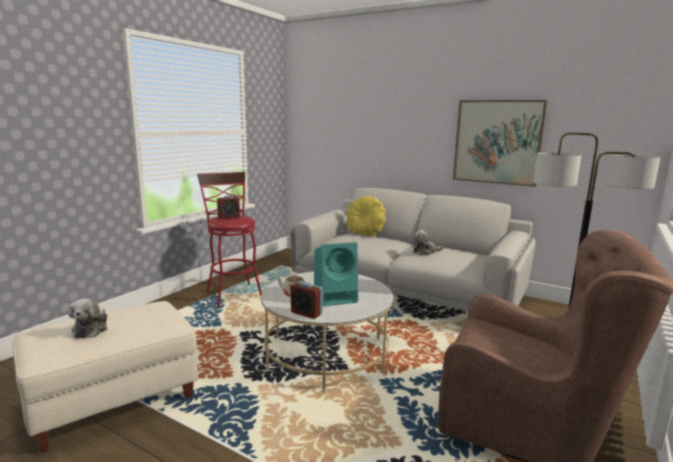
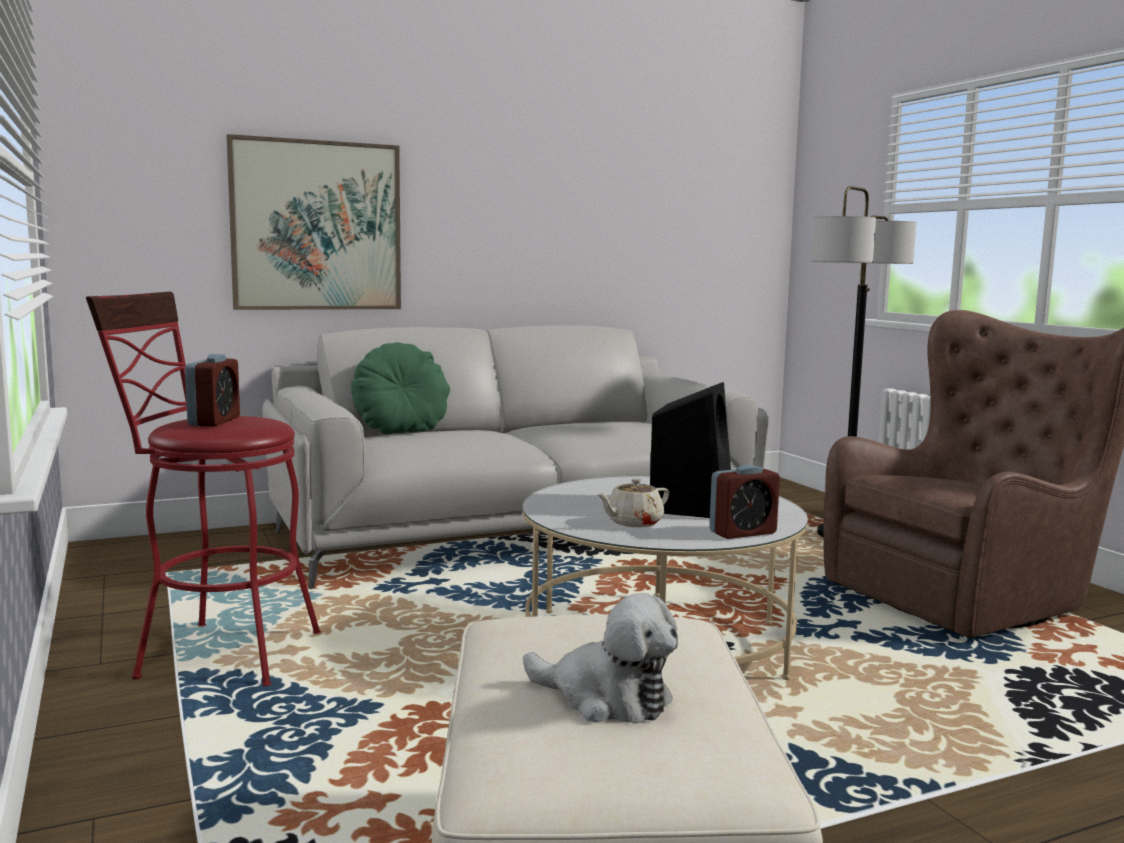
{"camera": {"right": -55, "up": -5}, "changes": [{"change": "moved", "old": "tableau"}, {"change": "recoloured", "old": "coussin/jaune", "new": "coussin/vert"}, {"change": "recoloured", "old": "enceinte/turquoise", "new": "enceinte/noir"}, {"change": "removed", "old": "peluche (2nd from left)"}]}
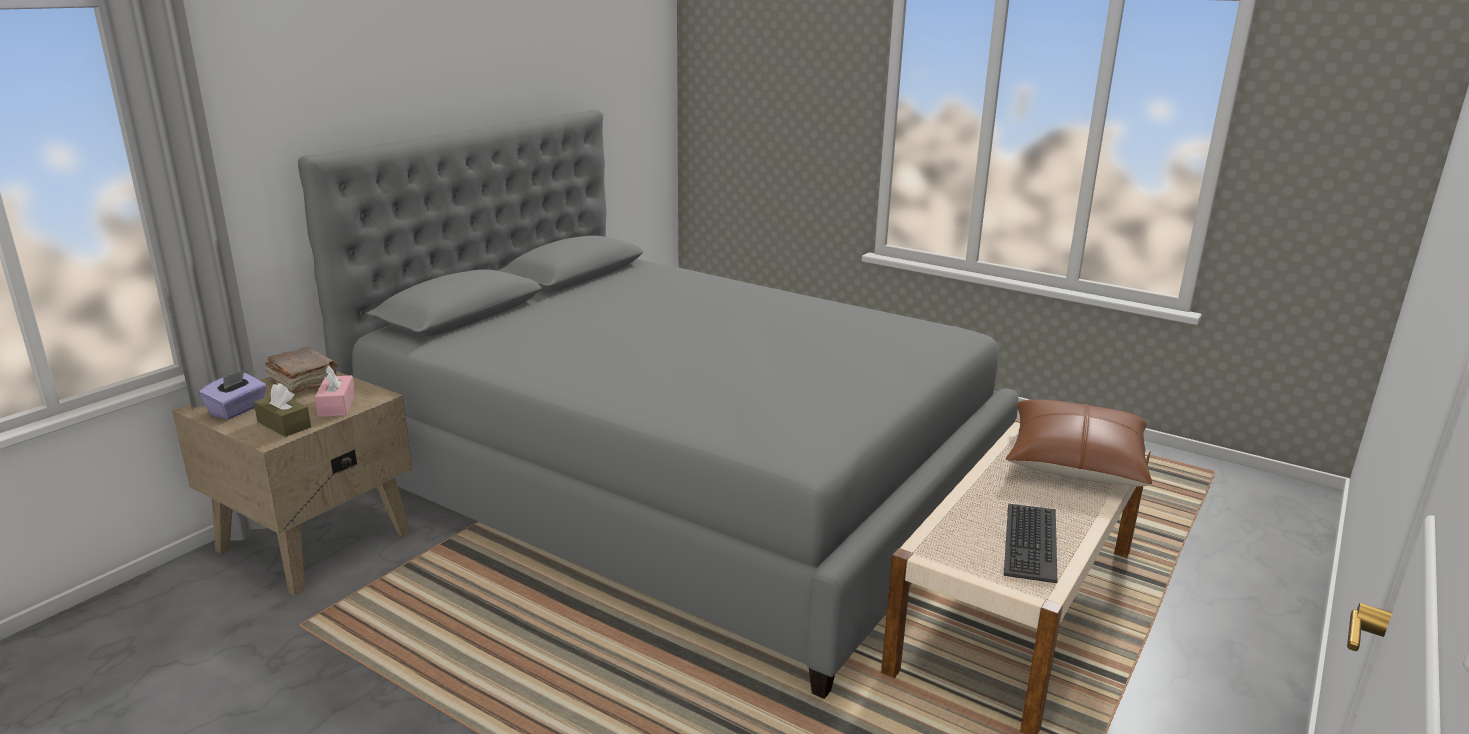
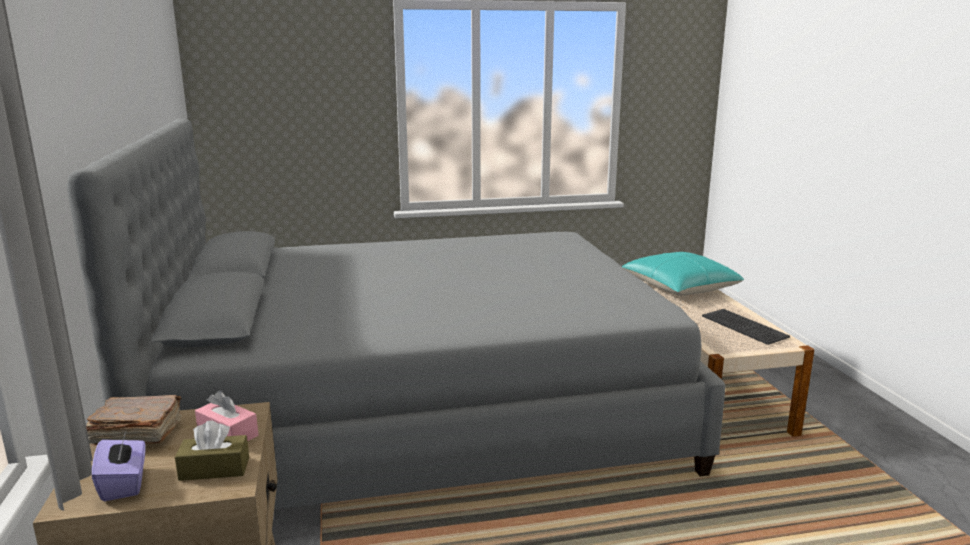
{"camera": {"right": -45, "up": -5}, "changes": [{"change": "recoloured", "old": "coussin/marron", "new": "coussin/turquoise"}]}
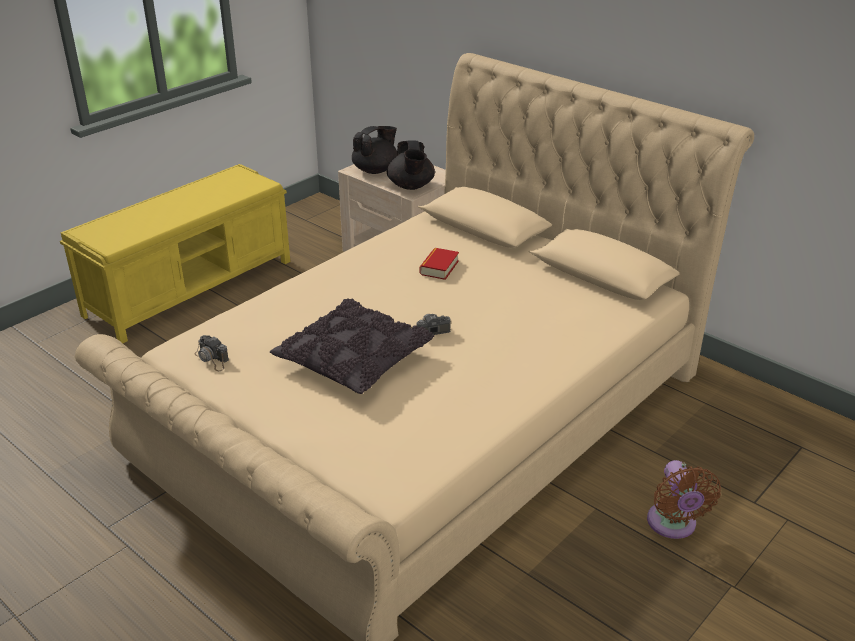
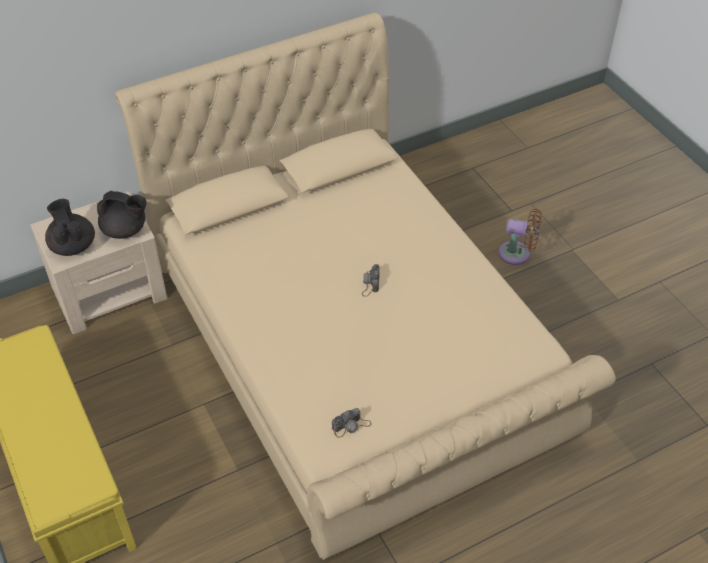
{"camera": {"right": -70, "up": 15}, "changes": [{"change": "removed", "old": "coussin/noir"}, {"change": "removed", "old": "livre"}]}
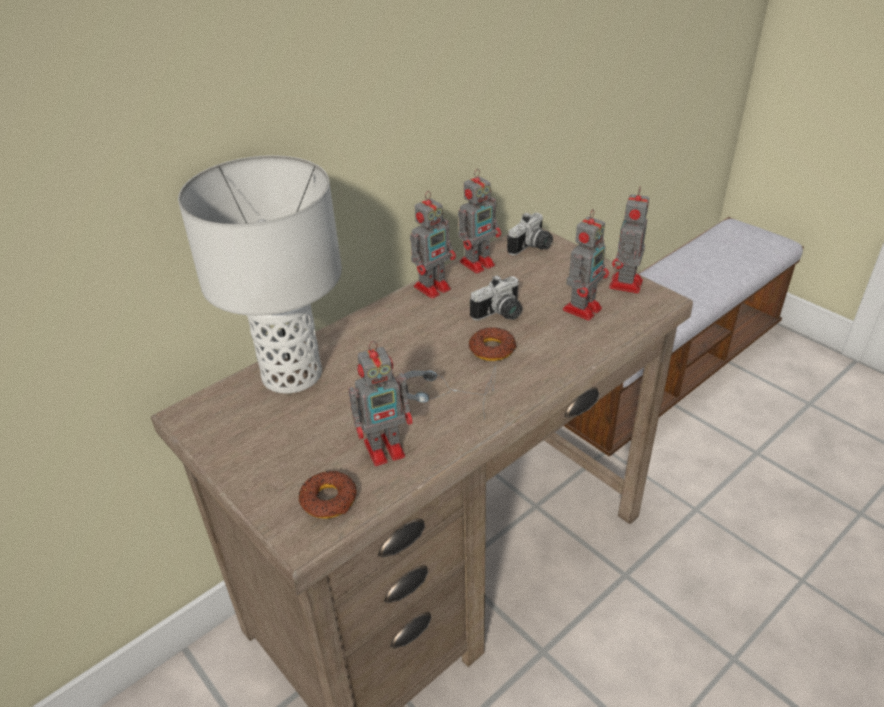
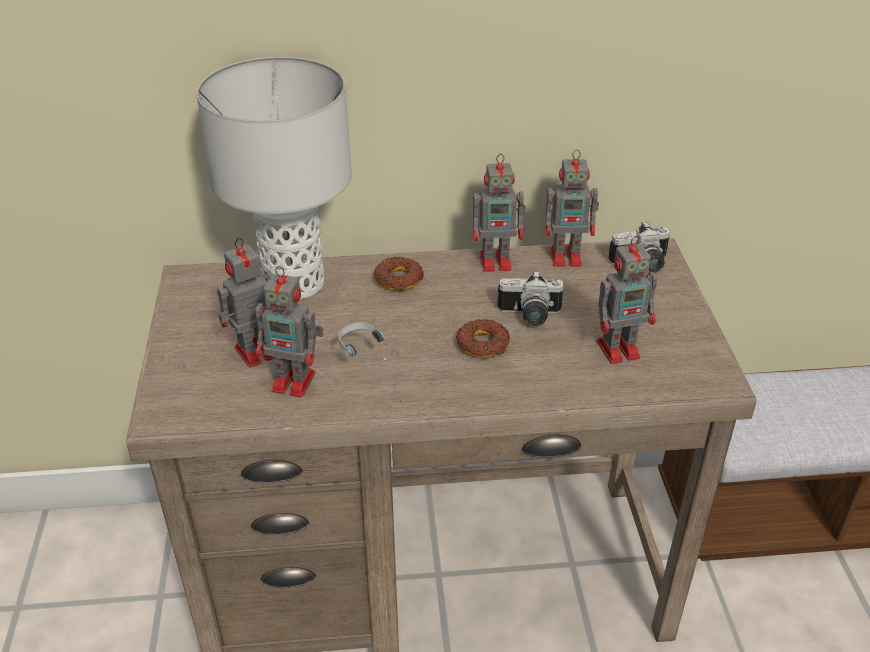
{"camera": {"right": 35, "up": 0}, "changes": [{"change": "moved", "old": "robot jouet (5th from left in the first image)", "new": "robot jouet (1st from left)"}, {"change": "moved", "old": "beignet (1st from left)"}]}
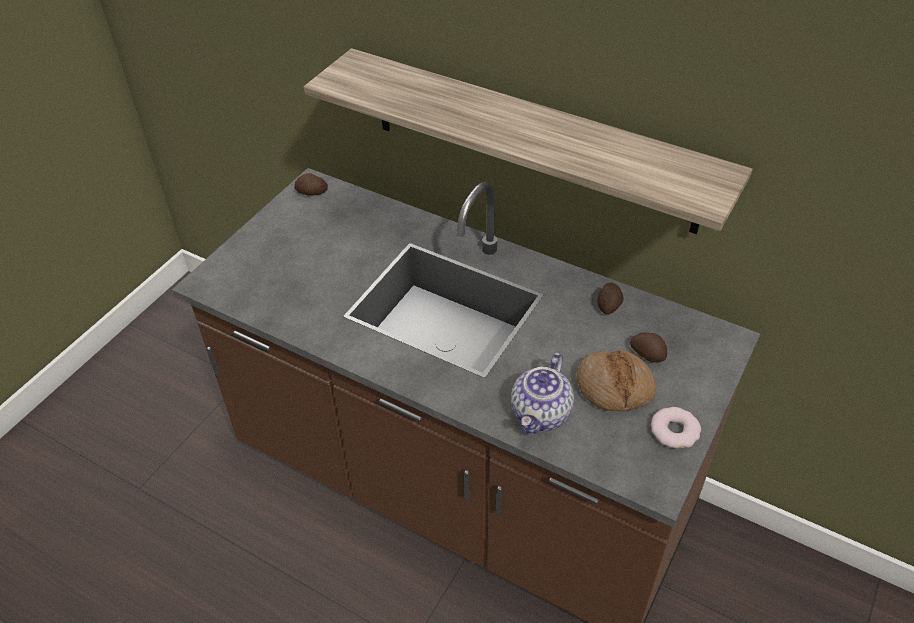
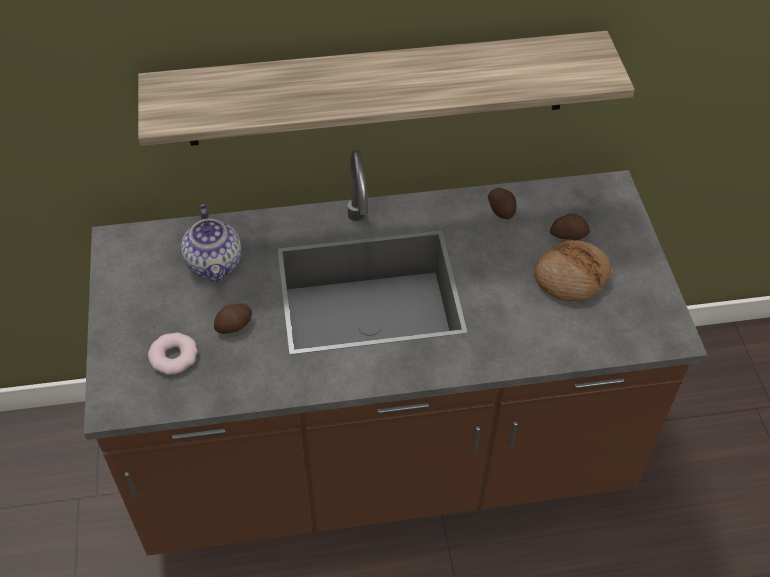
{"camera": {"right": -40, "up": 5}, "changes": [{"change": "moved", "old": "beignet"}, {"change": "moved", "old": "théière"}, {"change": "moved", "old": "pomme de terre (1st from left)"}]}
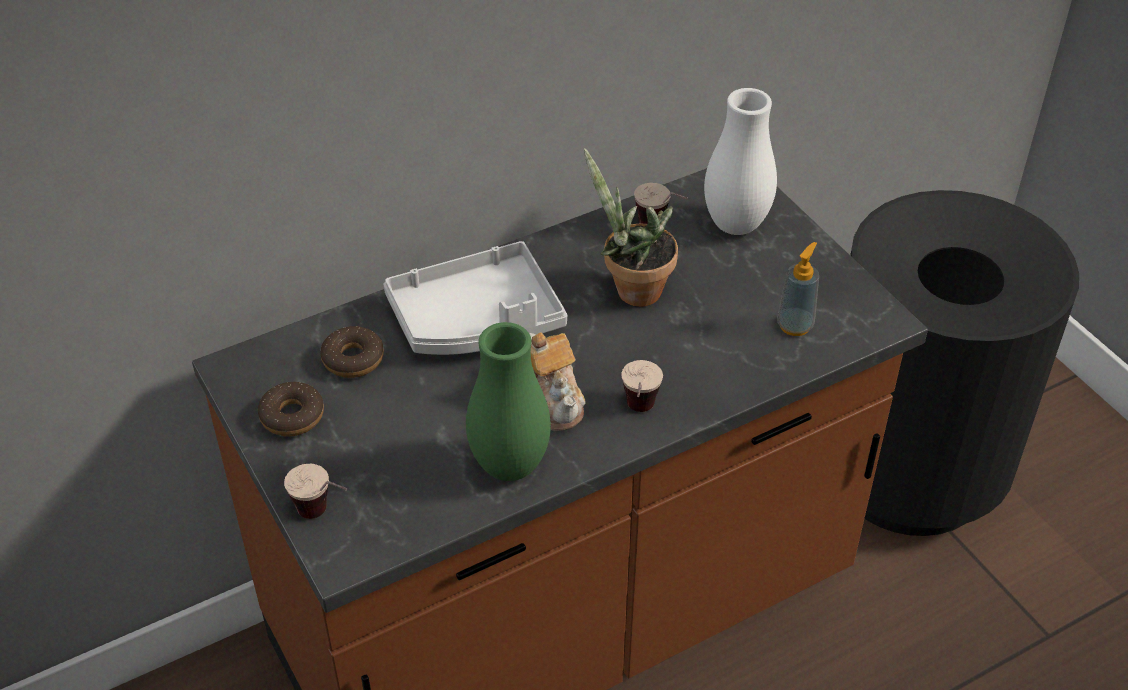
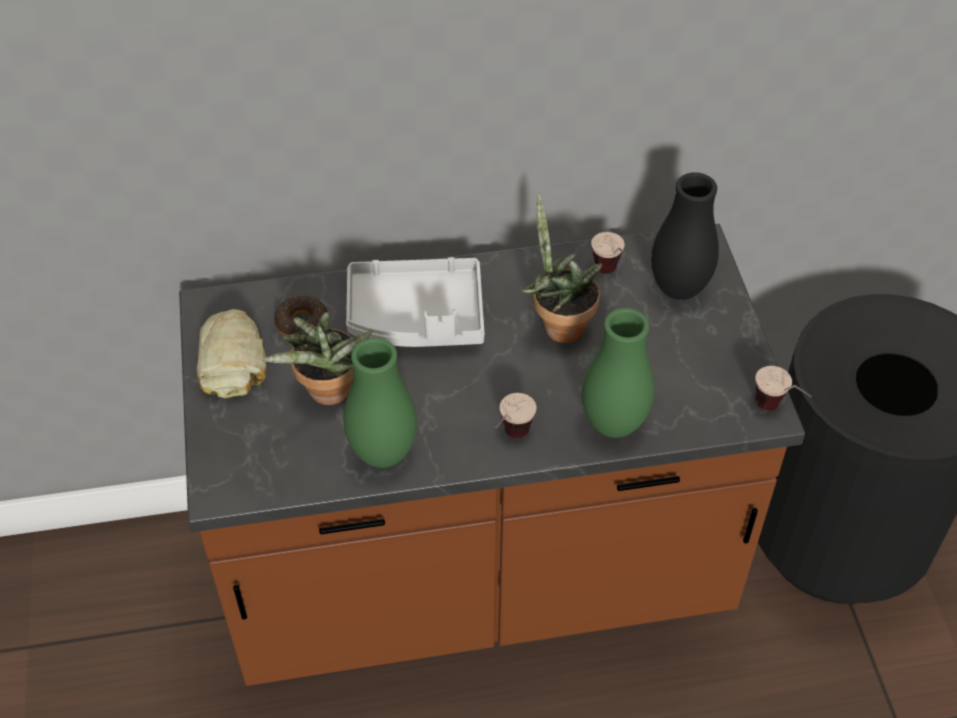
{"camera": {"right": 20, "up": 5}, "changes": [{"change": "replaced", "old": "beignet (1st from left)", "new": "pain"}, {"change": "added", "new": "plante en pot (1st from left)"}, {"change": "added", "new": "vase/vert (2nd from left)"}, {"change": "recoloured", "old": "vase/blanc", "new": "vase/noir"}, {"change": "moved", "old": "tasse (1st from left in the first image)", "new": "tasse (3rd from left)"}, {"change": "removed", "old": "théière"}, {"change": "removed", "old": "distributeur de savon"}]}
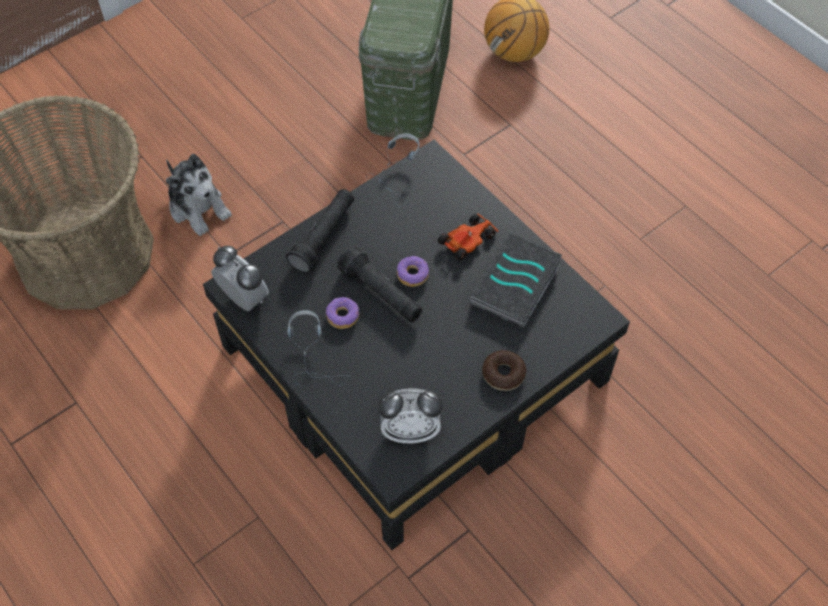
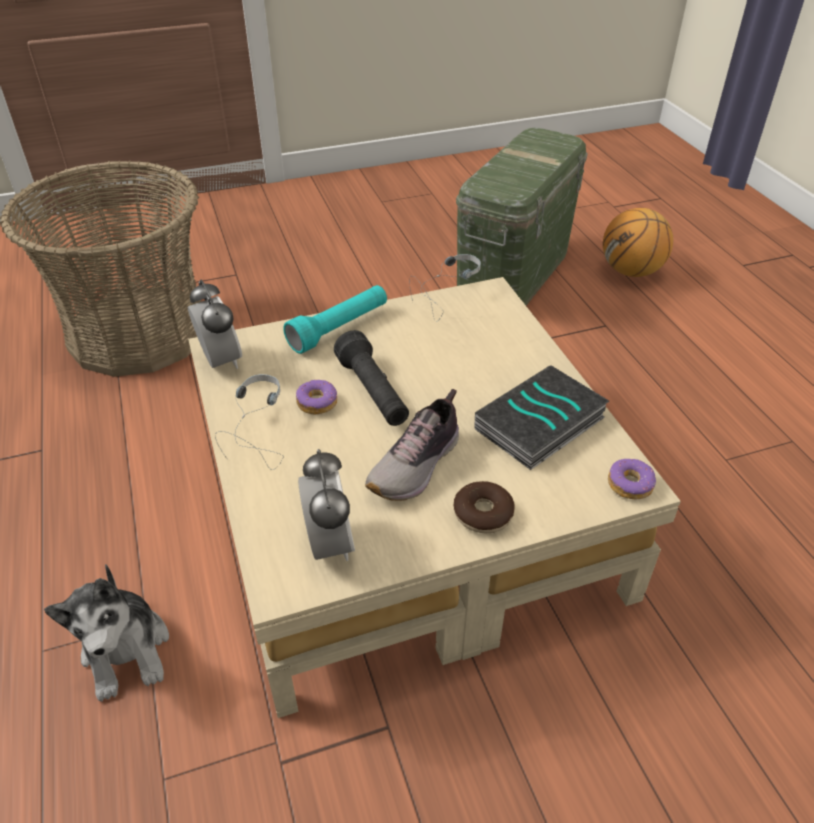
{"camera": {"right": 20, "up": -15}, "changes": [{"change": "moved", "old": "peluche"}, {"change": "recoloured", "old": "table basse/noir", "new": "table basse/beige"}, {"change": "recoloured", "old": "lampe de poche/noir (1st from left)", "new": "lampe de poche/turquoise"}, {"change": "turned", "old": "réveil (2nd from left)", "degrees": -120}, {"change": "added", "new": "chaussure"}, {"change": "moved", "old": "beignet (2nd from left in the first image)", "new": "beignet (3rd from left)"}, {"change": "removed", "old": "petite voiture"}]}
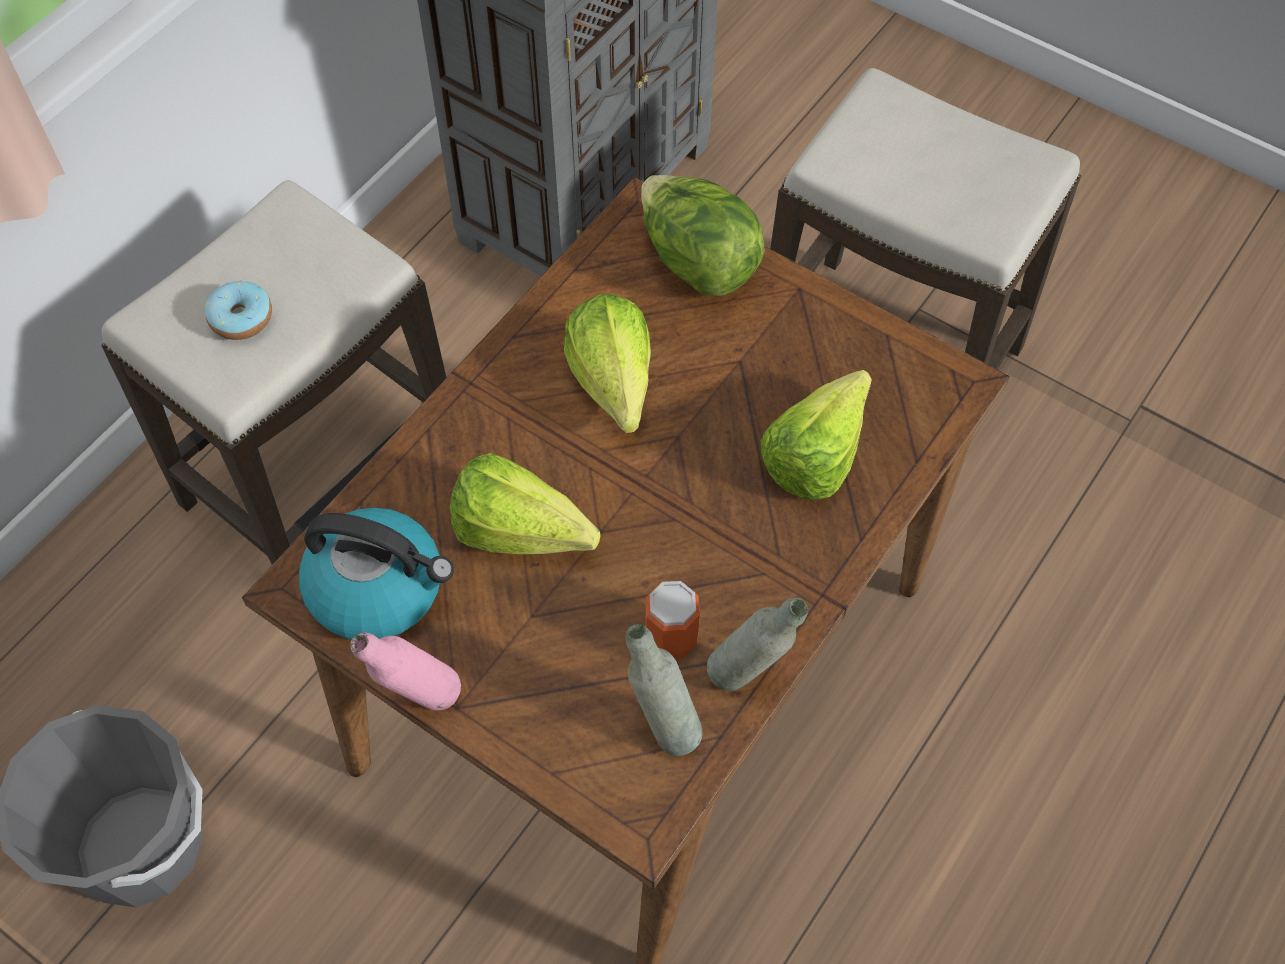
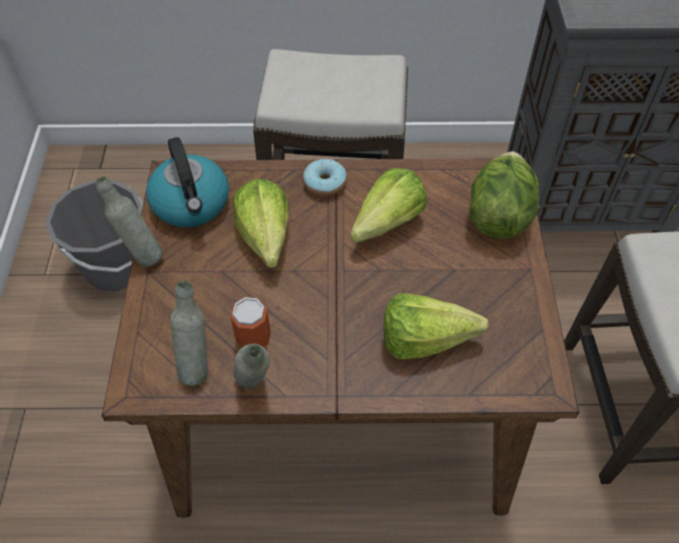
{"camera": {"right": 55, "up": -5}, "changes": [{"change": "recoloured", "old": "bouteille/rose", "new": "bouteille/gris (1st from left)"}, {"change": "moved", "old": "beignet"}]}
